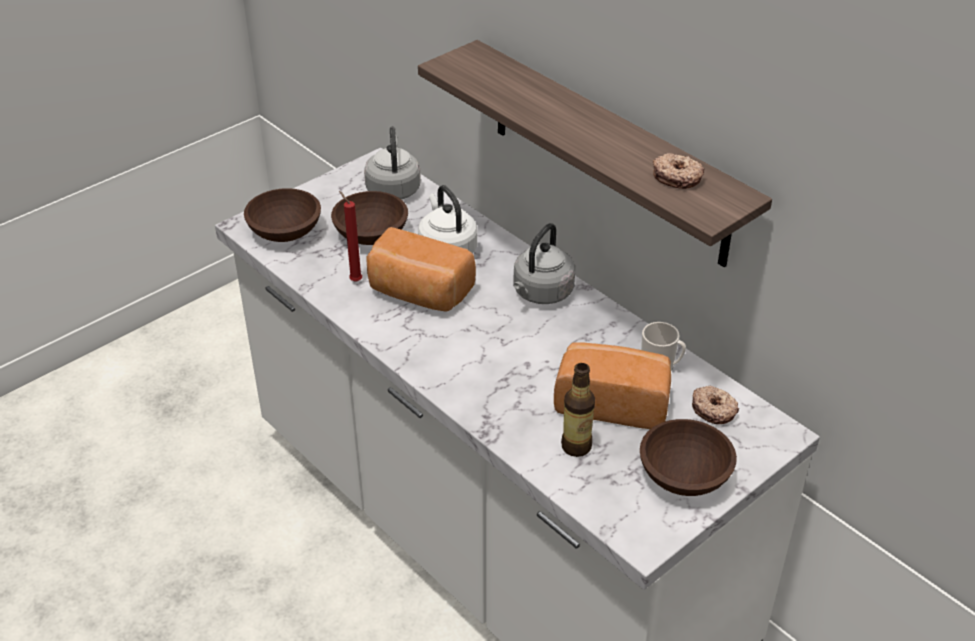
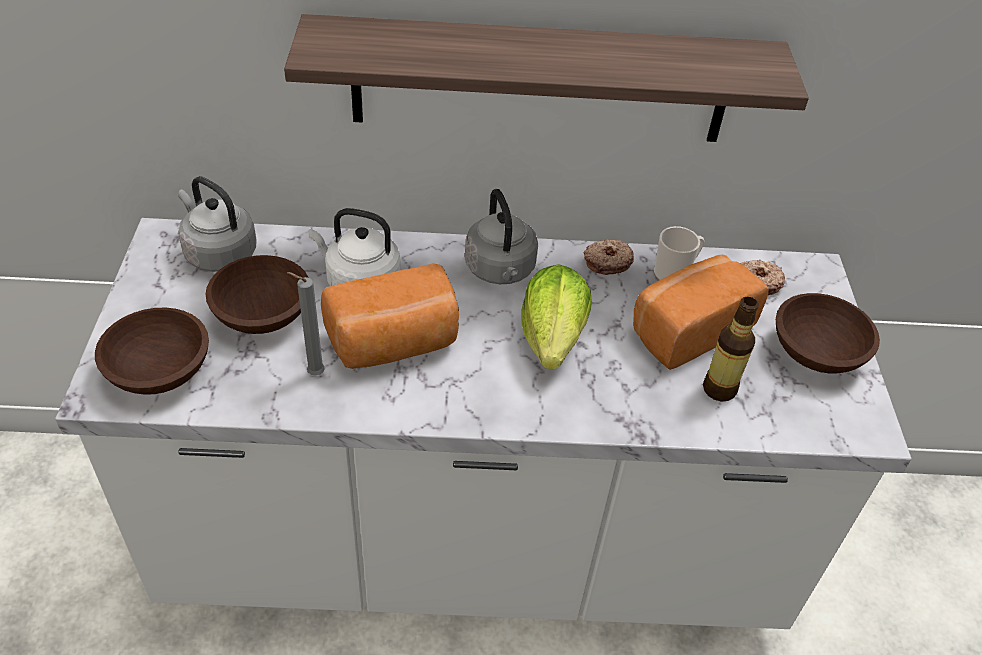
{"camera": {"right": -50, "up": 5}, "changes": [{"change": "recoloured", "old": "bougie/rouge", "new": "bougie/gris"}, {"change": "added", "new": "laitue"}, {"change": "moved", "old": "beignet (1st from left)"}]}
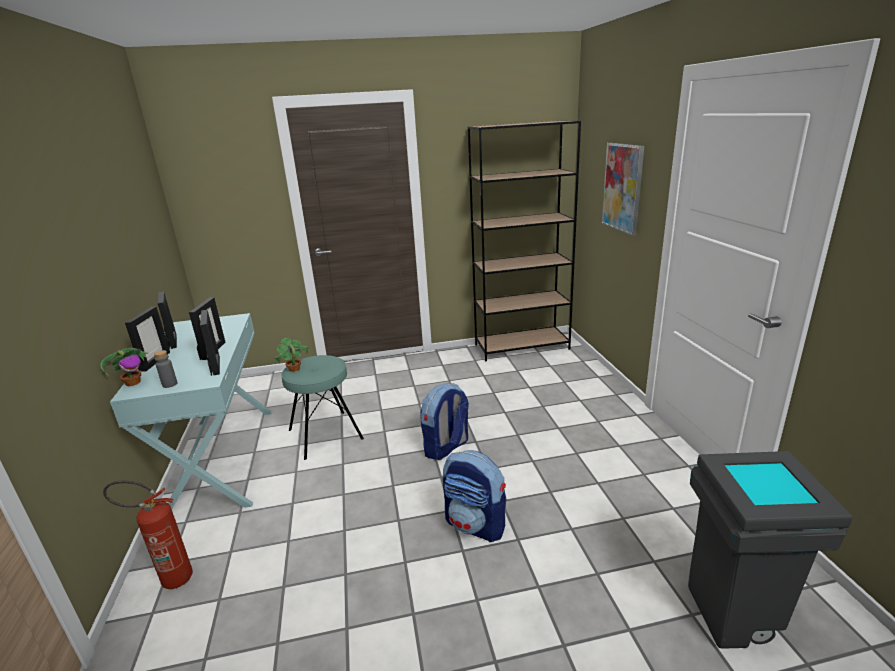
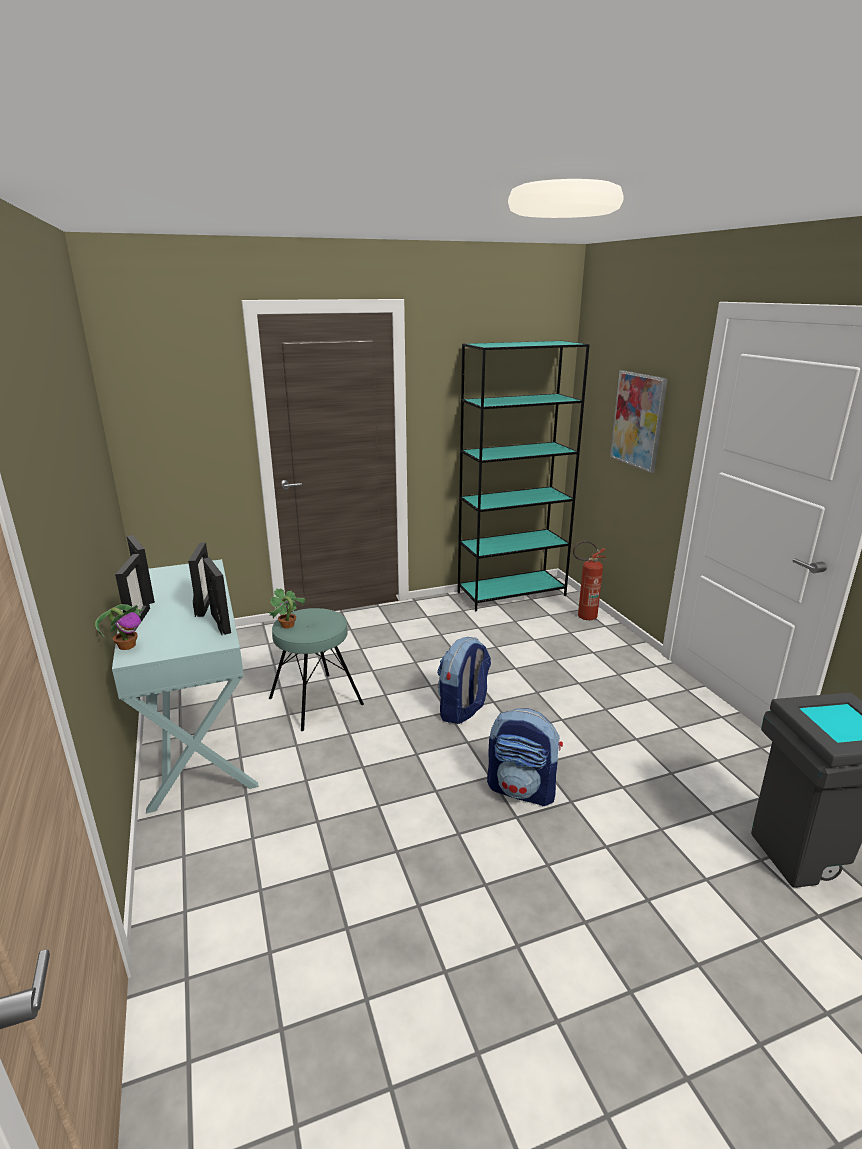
{"camera": {"right": -10, "up": 0}, "changes": [{"change": "recoloured", "old": "bibliothèque/beige", "new": "bibliothèque/turquoise"}, {"change": "moved", "old": "extincteur"}, {"change": "removed", "old": "bouteille/gris"}]}
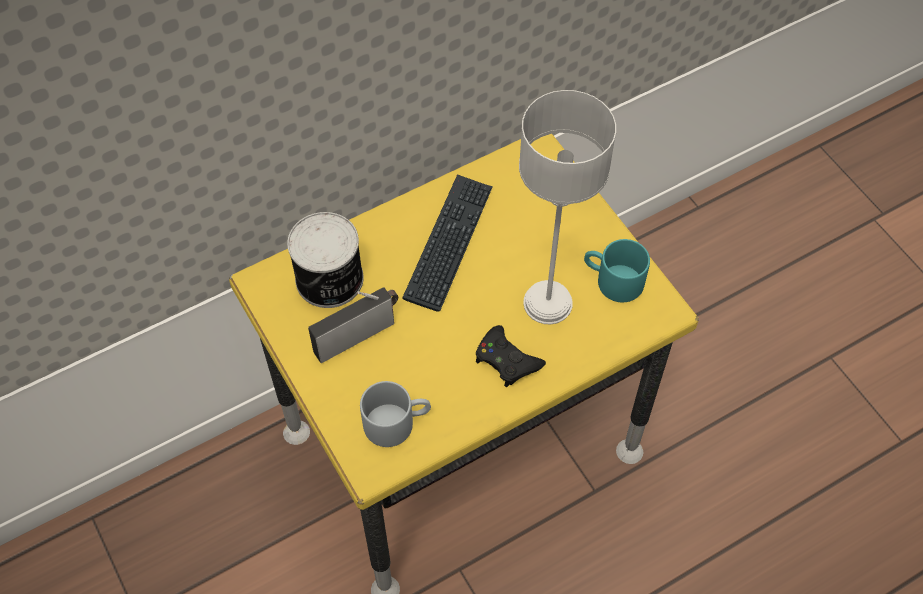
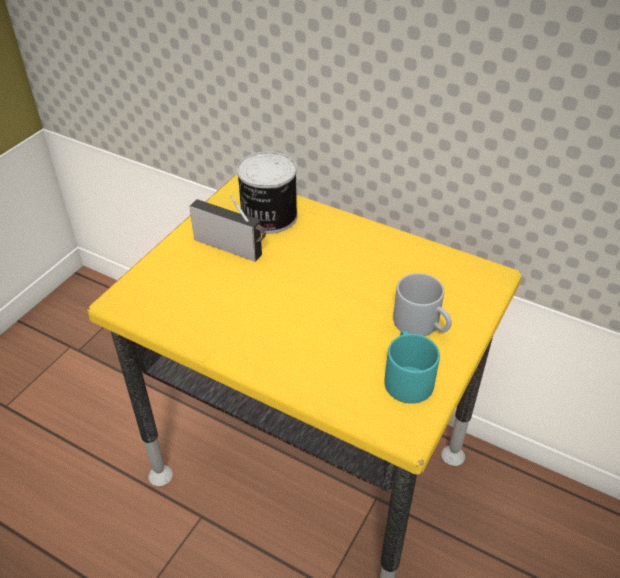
{"camera": {"right": 60, "up": -15}, "changes": [{"change": "moved", "old": "mug/gris"}, {"change": "removed", "old": "clavier"}, {"change": "removed", "old": "manette/noir"}, {"change": "removed", "old": "lampe de table/gris"}]}
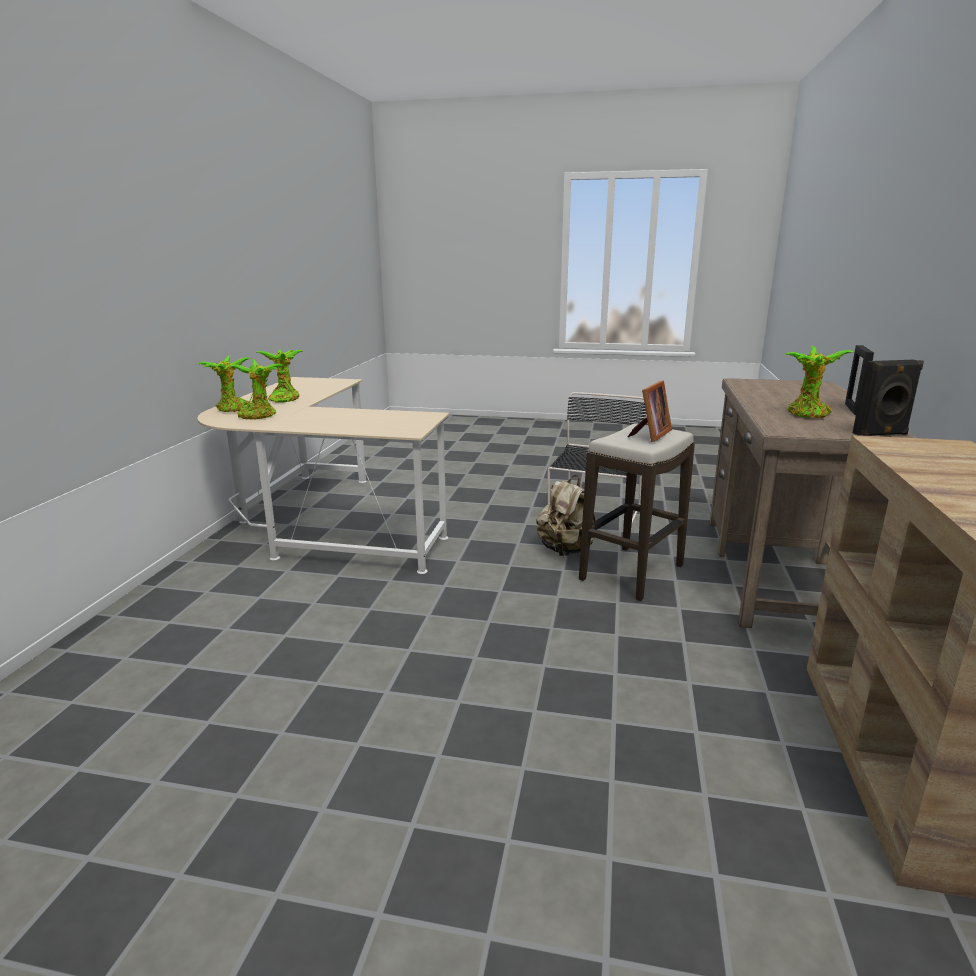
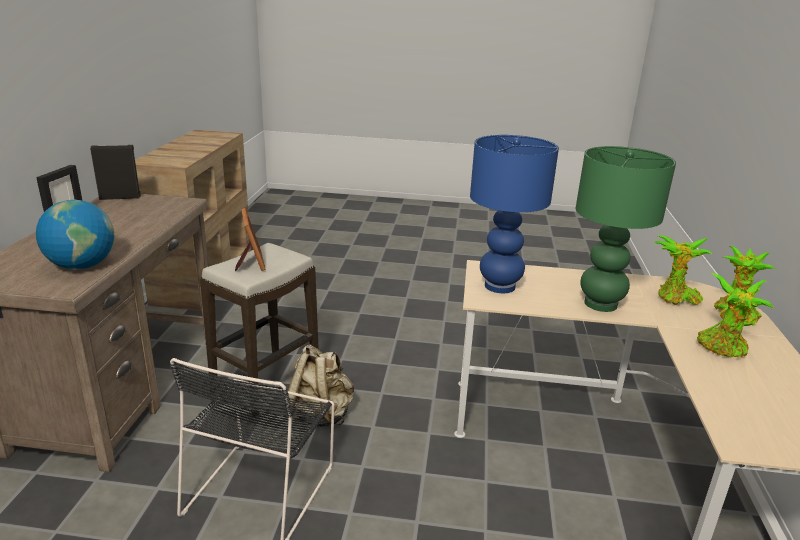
{"camera": {"right": 175, "up": 5}, "changes": [{"change": "added", "new": "globe"}, {"change": "turned", "old": "cadre photo (1st from left in the first image)", "degrees": 135}, {"change": "added", "new": "lampe de table/bleu"}, {"change": "added", "new": "lampe de table/vert"}, {"change": "removed", "old": "plante en pot (4th from left)"}]}
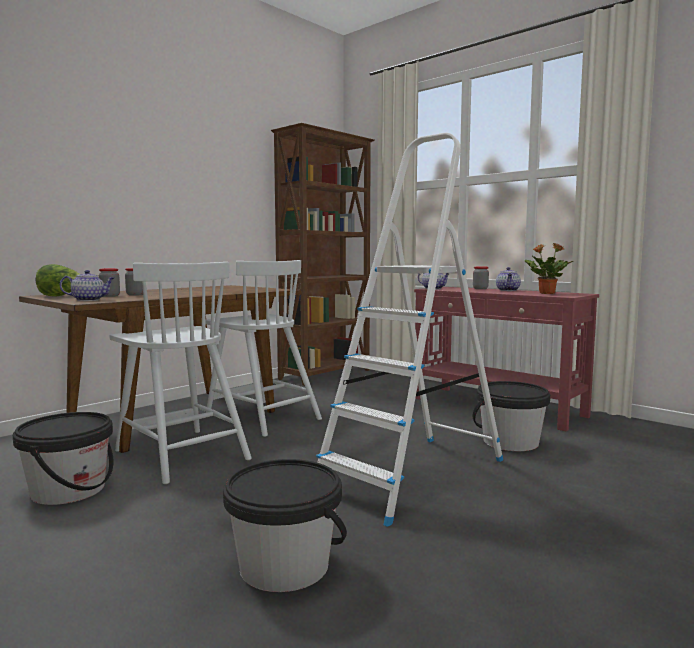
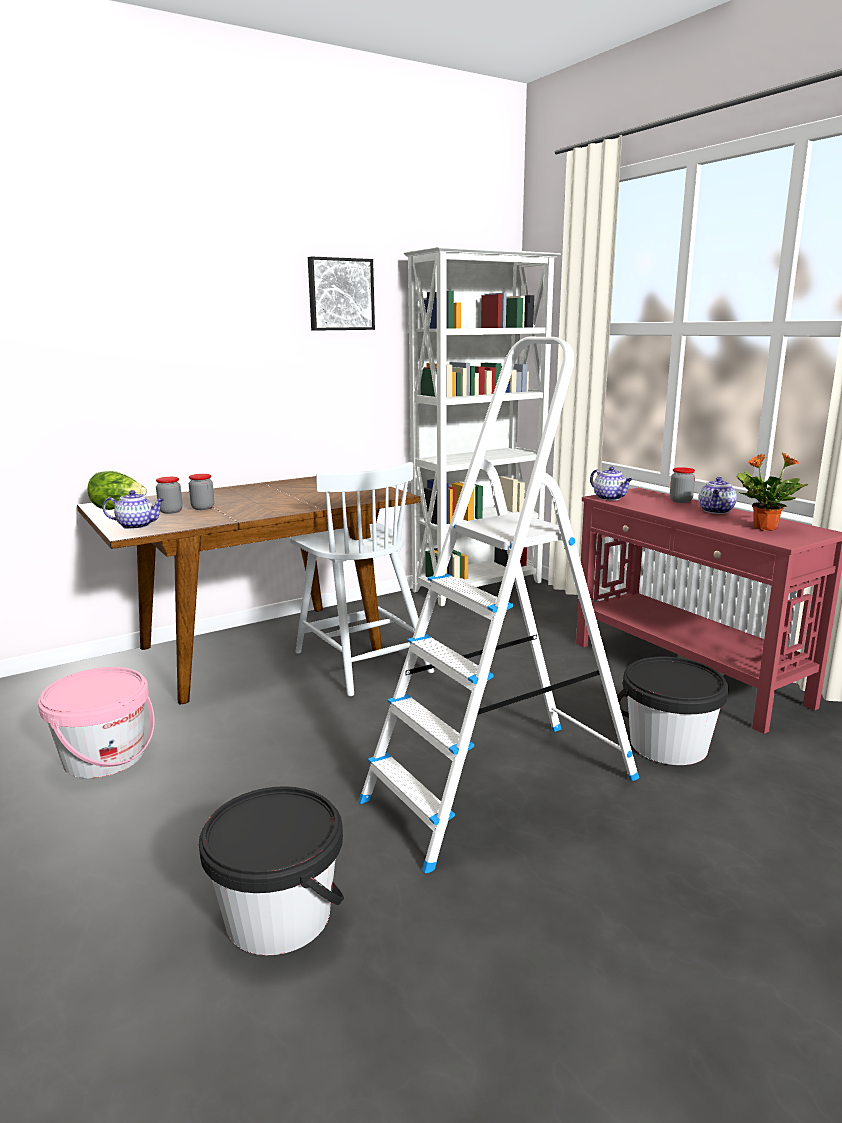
{"camera": {"right": 15, "up": 10}, "changes": [{"change": "recoloured", "old": "seau/noir (1st from left)", "new": "seau/rose"}, {"change": "added", "new": "tableau"}, {"change": "recoloured", "old": "bibliothèque/marron", "new": "bibliothèque/blanc"}, {"change": "removed", "old": "chaise/blanc (1st from left)"}]}
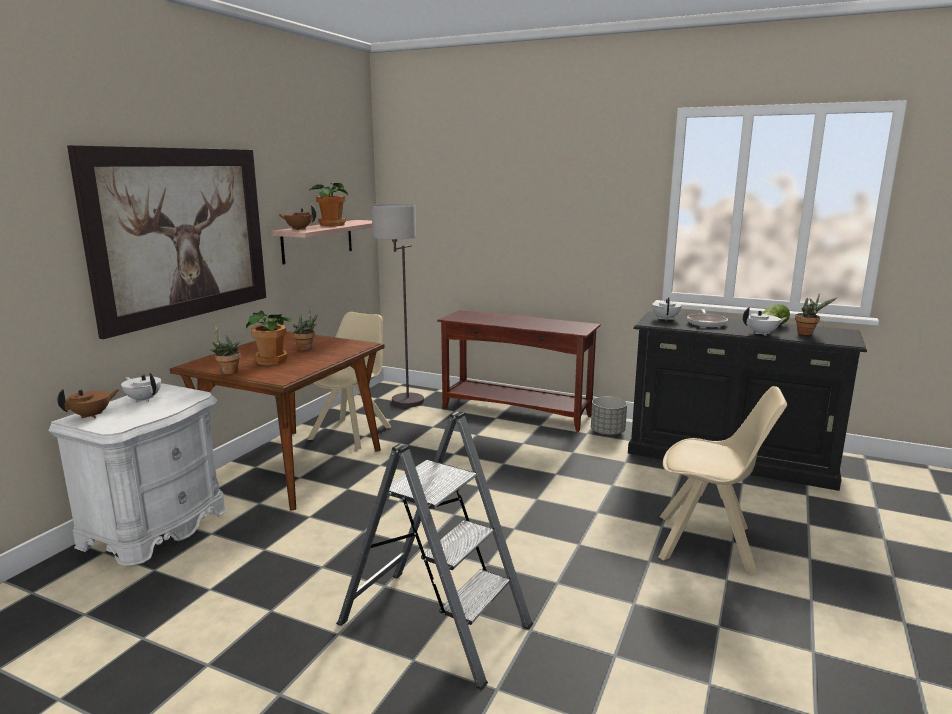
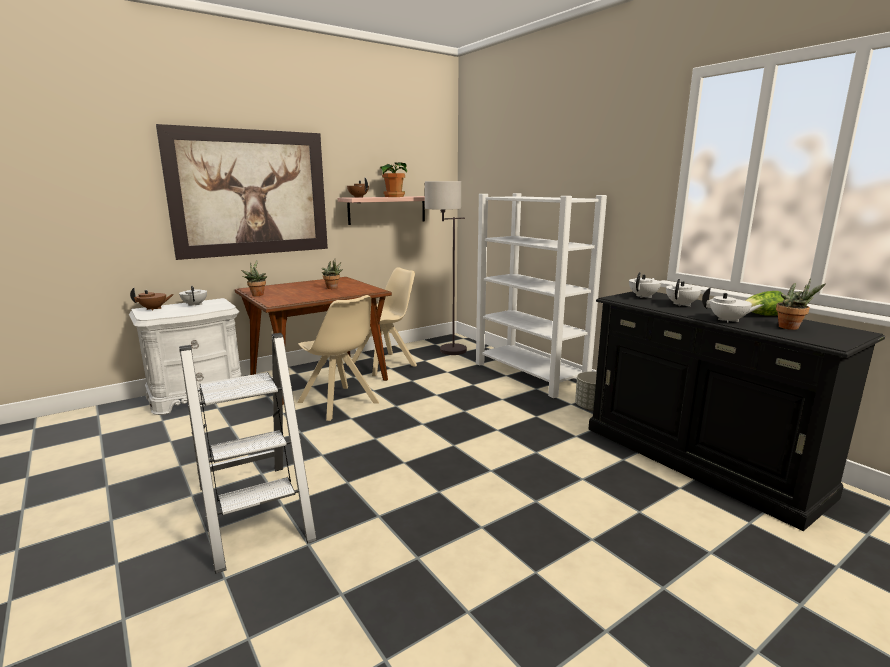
{"camera": {"right": 30, "up": 0}, "changes": [{"change": "moved", "old": "chaise/beige (2nd from left in the first image)", "new": "chaise/beige (1st from left)"}, {"change": "replaced", "old": "table console/marron", "new": "bibliothèque/blanc"}, {"change": "replaced", "old": "poêle", "new": "théière/blanc (3rd from left)"}, {"change": "removed", "old": "plante en pot (2nd from left)"}]}
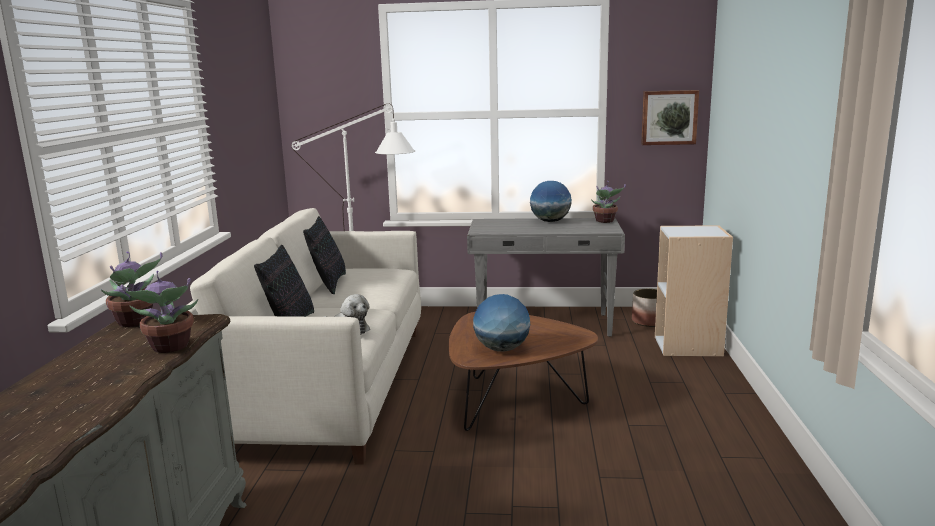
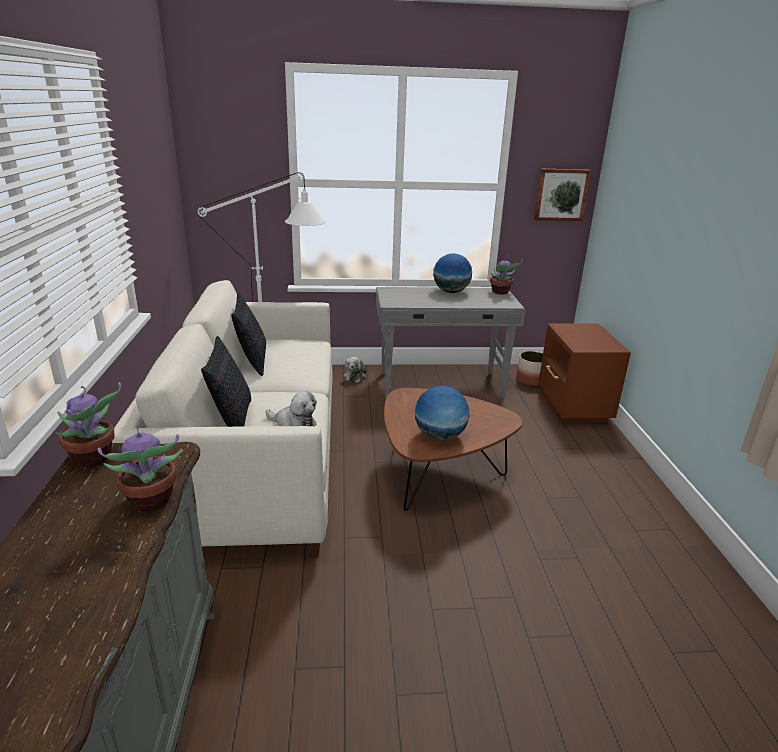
{"camera": {"right": -10, "up": 10}, "changes": [{"change": "added", "new": "peluche (2nd from left)"}, {"change": "replaced", "old": "bibliothèque", "new": "table de chevet/marron"}]}
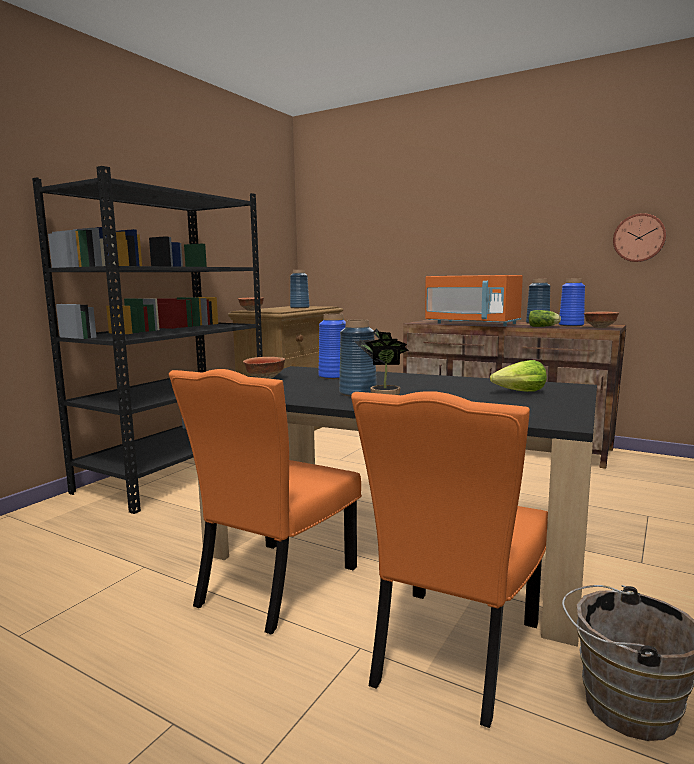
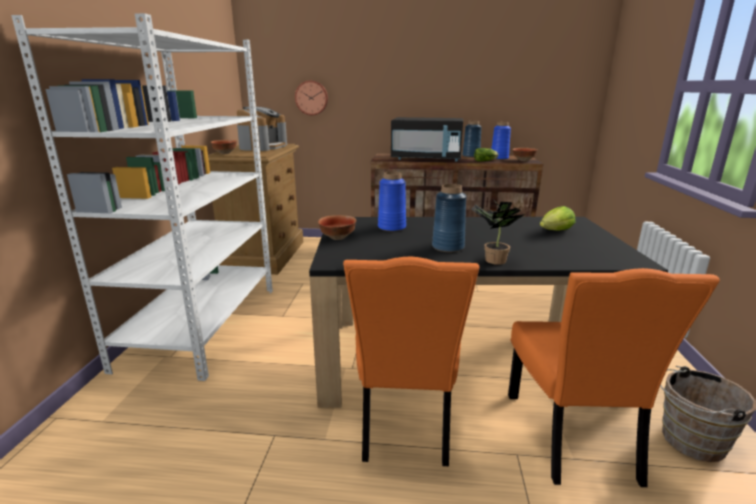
{"camera": {"right": -25, "up": 10}, "changes": [{"change": "recoloured", "old": "bibliothèque/noir", "new": "bibliothèque/blanc"}, {"change": "replaced", "old": "vase/bleu (1st from left)", "new": "machine à café"}, {"change": "moved", "old": "horloge murale"}, {"change": "recoloured", "old": "micro-ondes/orange", "new": "micro-ondes/noir"}]}
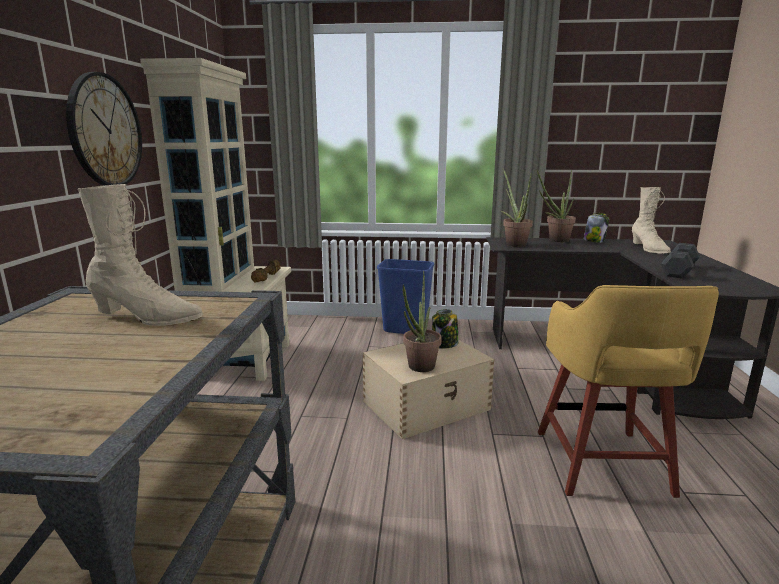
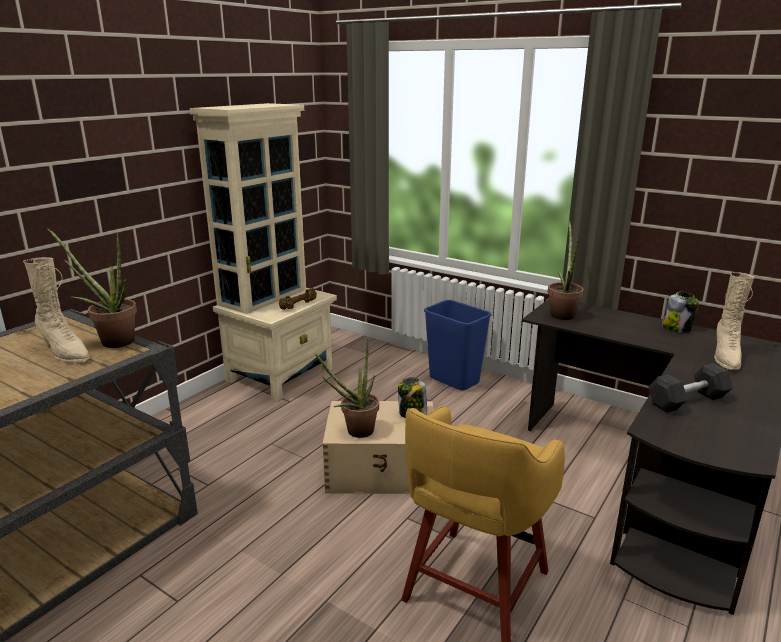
{"camera": {"right": 30, "up": 5}, "changes": [{"change": "moved", "old": "plante en pot (3rd from left in the first image)", "new": "plante en pot (1st from left)"}, {"change": "removed", "old": "horloge murale"}]}
